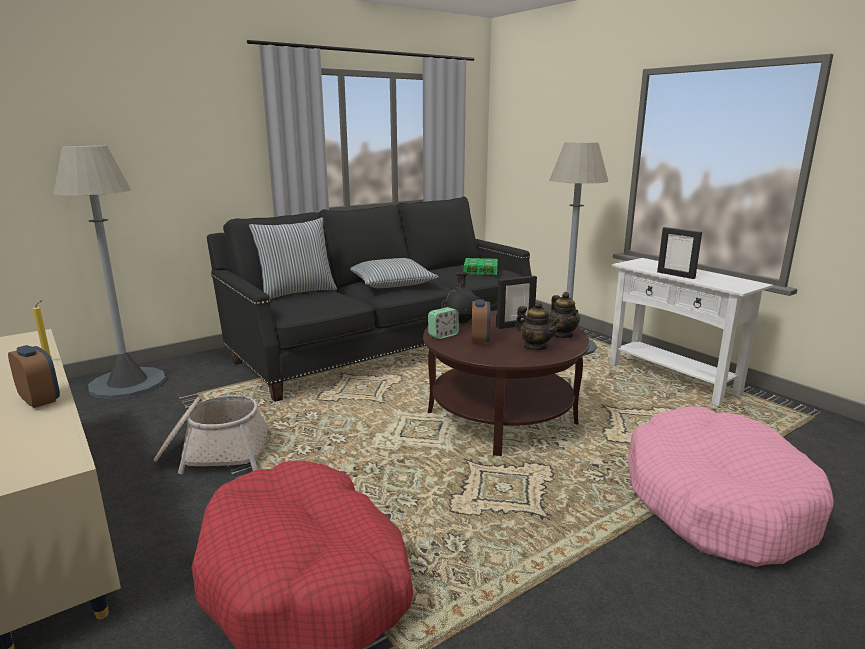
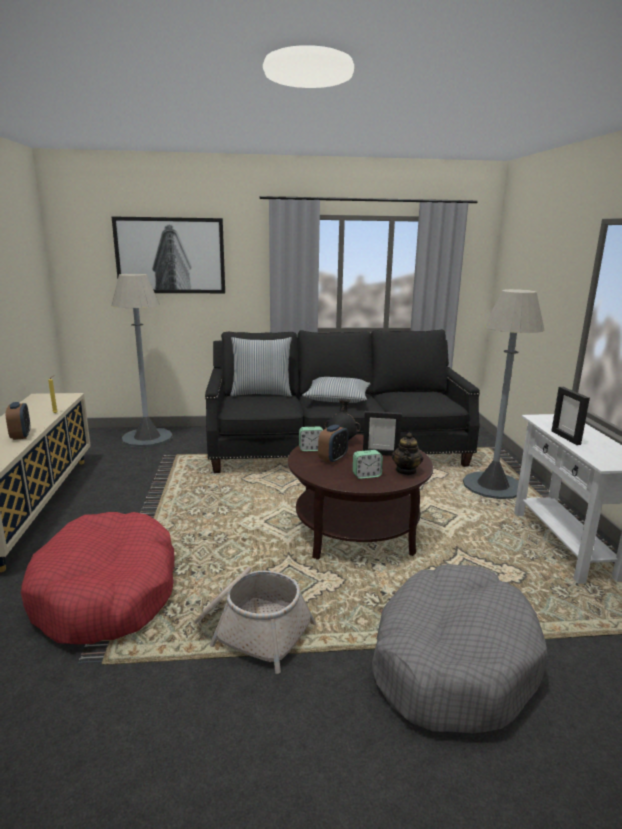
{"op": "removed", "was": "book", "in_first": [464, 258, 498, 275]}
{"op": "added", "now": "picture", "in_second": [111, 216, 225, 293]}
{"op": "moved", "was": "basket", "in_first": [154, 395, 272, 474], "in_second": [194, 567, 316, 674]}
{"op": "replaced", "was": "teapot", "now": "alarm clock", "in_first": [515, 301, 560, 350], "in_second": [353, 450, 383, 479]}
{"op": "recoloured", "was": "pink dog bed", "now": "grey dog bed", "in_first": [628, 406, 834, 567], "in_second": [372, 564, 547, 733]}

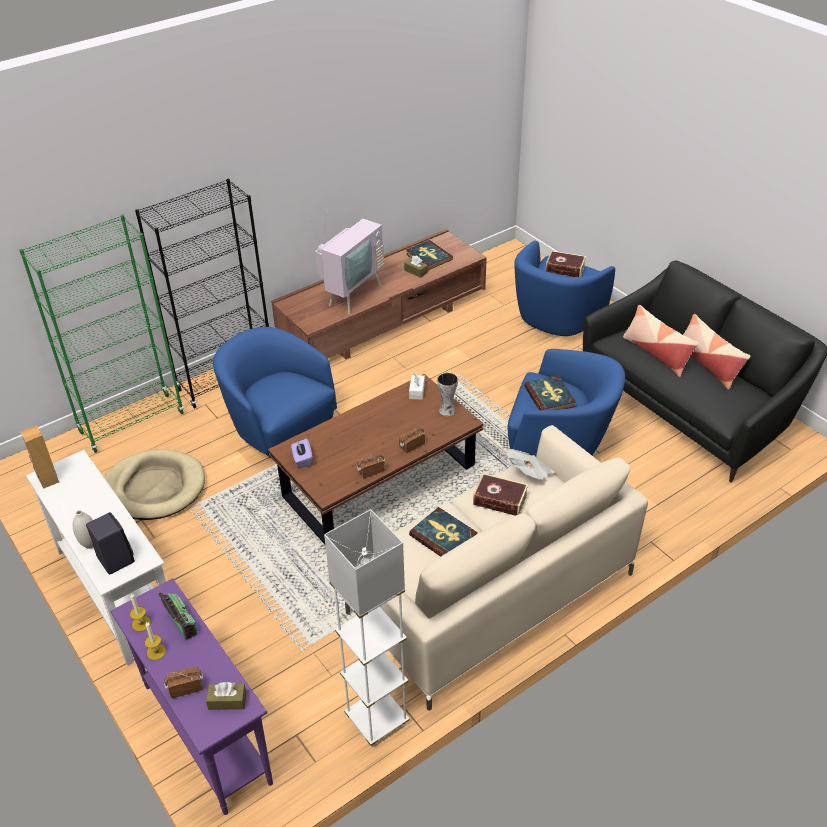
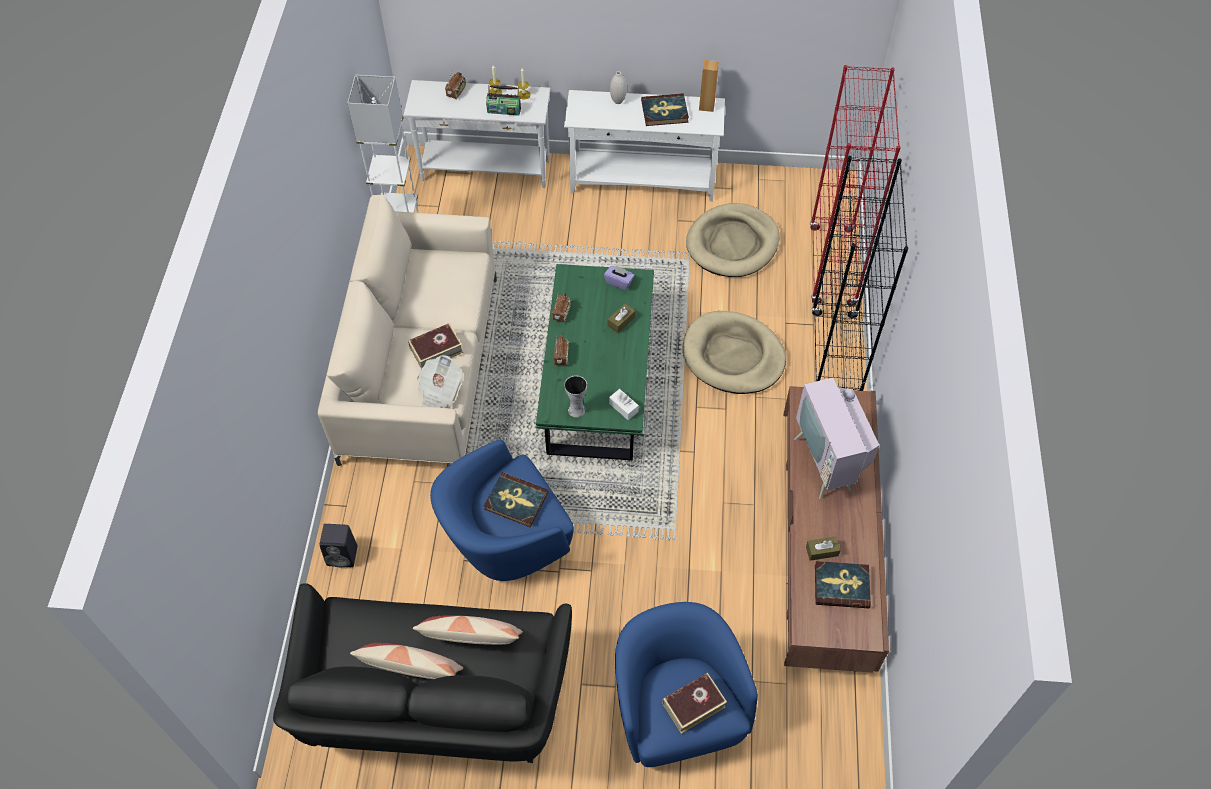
{"op": "moved", "was": "black speaker", "in_first": [86, 512, 135, 575], "in_second": [320, 524, 357, 567]}
{"op": "moved", "was": "brown tissue box", "in_first": [206, 682, 247, 710], "in_second": [608, 303, 635, 333]}
{"op": "moved", "was": "book", "in_first": [409, 507, 478, 557], "in_second": [641, 93, 689, 126]}
{"op": "replaced", "was": "blue armchair", "now": "beige dog bed", "in_first": [213, 327, 337, 458], "in_second": [682, 311, 786, 394]}
{"op": "recoloured", "was": "green bookcase", "now": "red bookcase", "in_first": [19, 215, 184, 453], "in_second": [810, 65, 901, 306]}
{"op": "recoloured", "was": "purple console table", "now": "white console table", "in_first": [110, 578, 273, 815], "in_second": [403, 80, 550, 188]}
{"op": "recoloured", "was": "brown coffee table", "now": "green coffee table", "in_first": [268, 374, 484, 544], "in_second": [536, 264, 654, 461]}

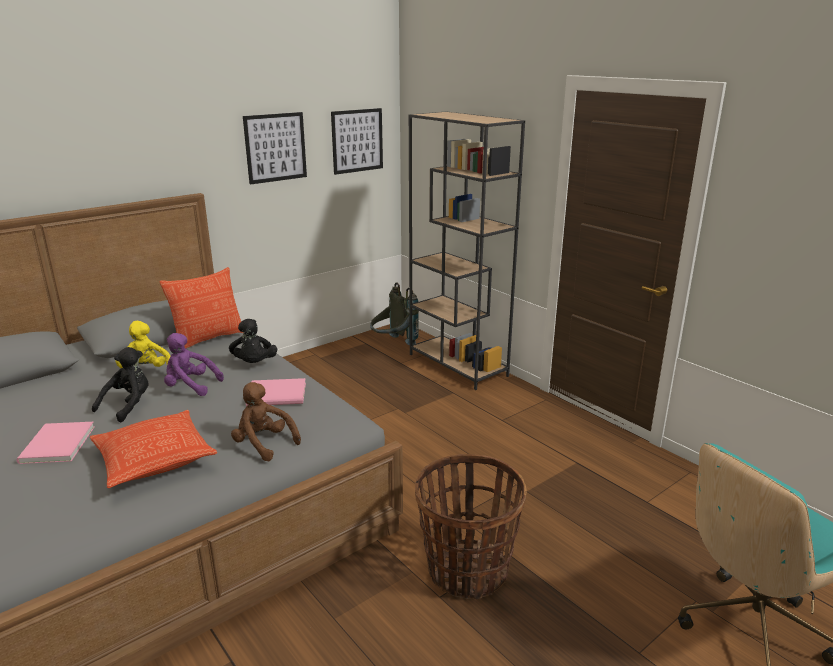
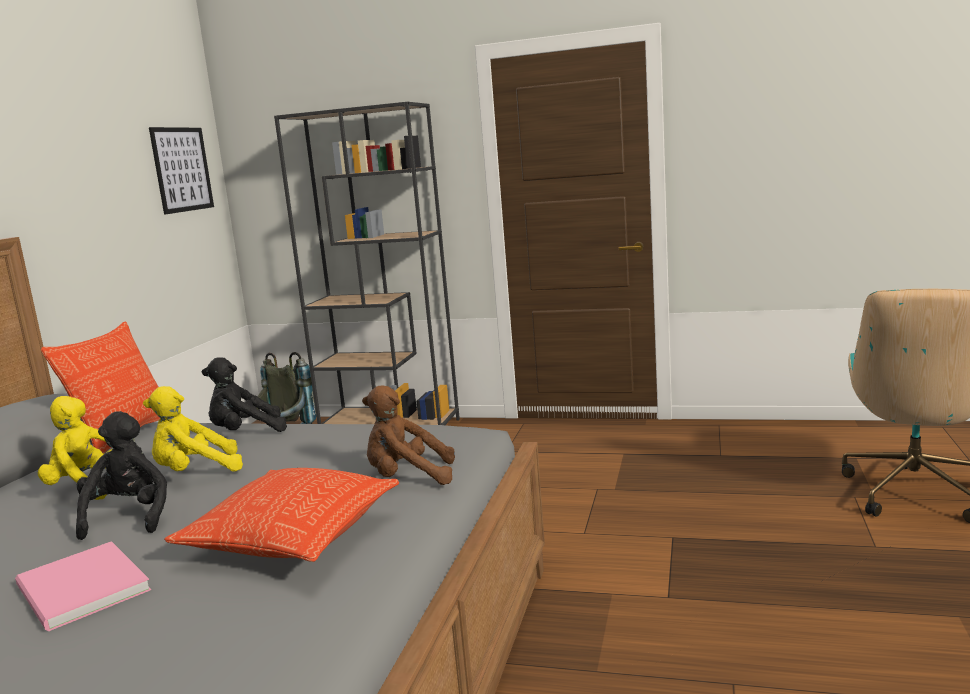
{"op": "removed", "was": "picture", "in_first": [243, 112, 307, 185]}
{"op": "removed", "was": "pink book", "in_first": [246, 378, 306, 406]}
{"op": "removed", "was": "basket", "in_first": [415, 454, 527, 600]}
{"op": "recoloured", "was": "purple plush toy", "now": "yellow plush toy", "in_first": [164, 333, 224, 396], "in_second": [143, 386, 243, 472]}
{"op": "turned", "was": "black plush toy", "in_first": [229, 319, 277, 363], "in_second": [202, 357, 287, 432], "clockwise": 120}

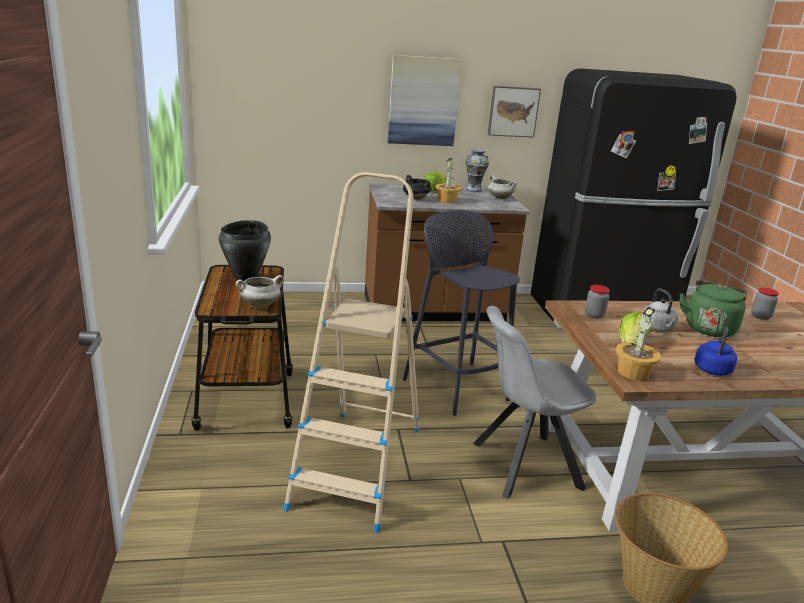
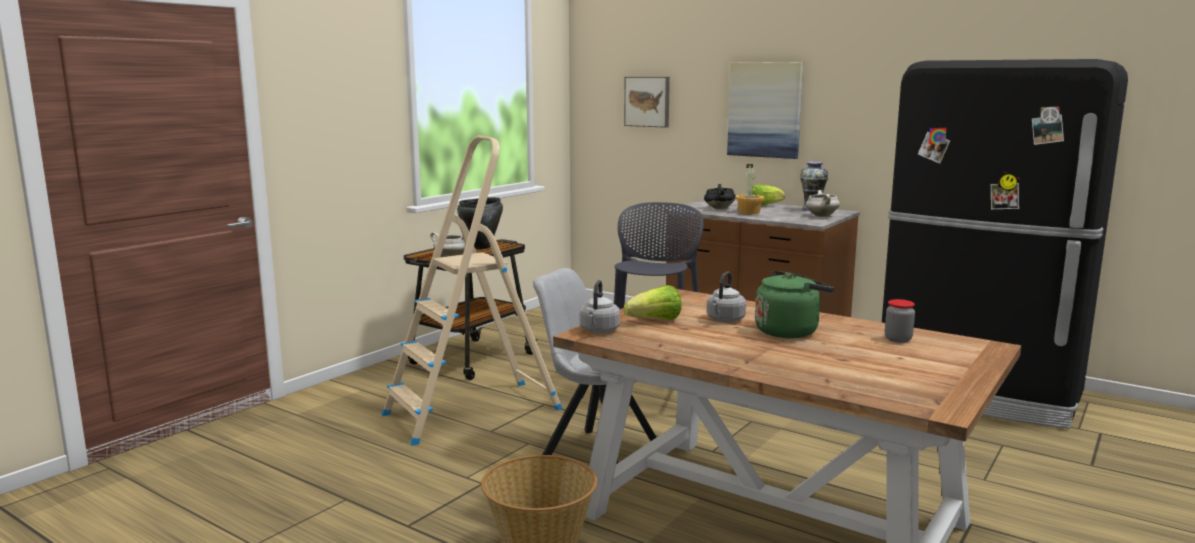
{"op": "removed", "was": "jar", "in_first": [585, 285, 610, 318]}
{"op": "removed", "was": "blue kettle", "in_first": [694, 327, 737, 376]}
{"op": "moved", "was": "picture", "in_first": [488, 86, 541, 138], "in_second": [624, 77, 670, 128]}
{"op": "replaced", "was": "potted plant", "now": "grey kettle", "in_first": [616, 307, 661, 381], "in_second": [580, 280, 620, 333]}

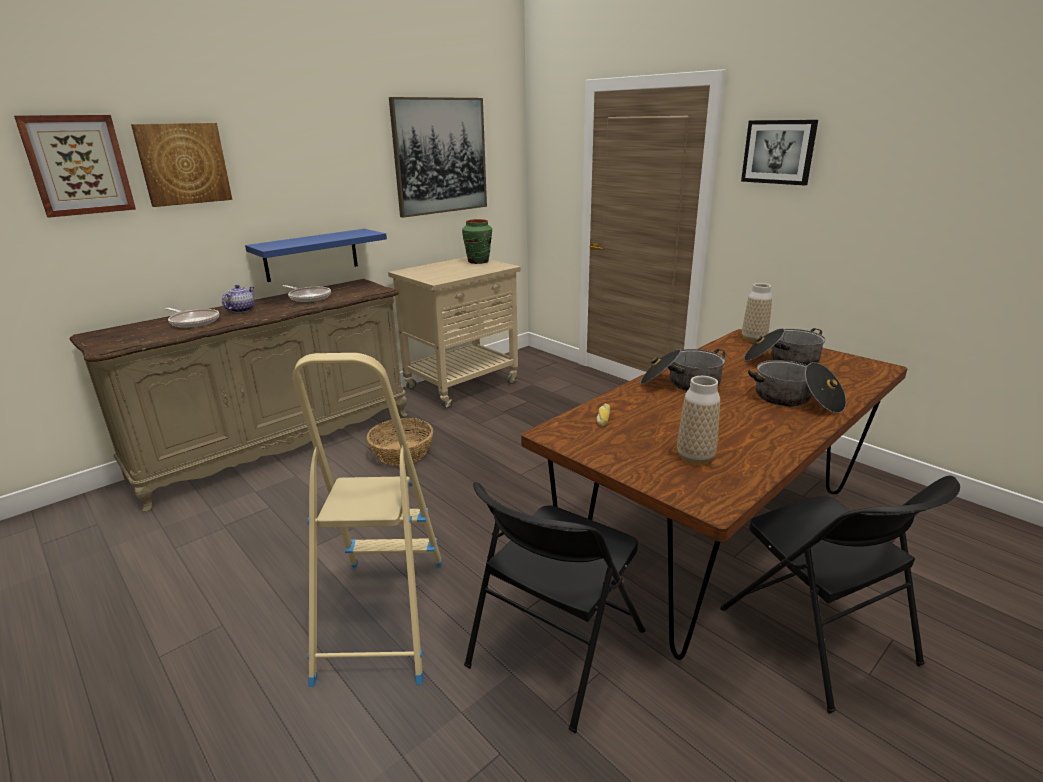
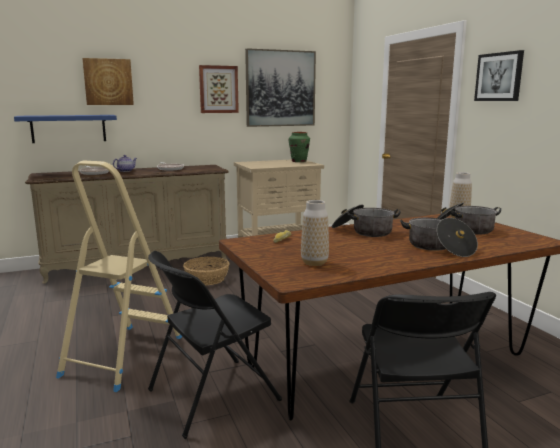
{"op": "moved", "was": "picture", "in_first": [14, 115, 136, 218], "in_second": [199, 65, 239, 113]}
{"op": "moved", "was": "blue shelf", "in_first": [245, 229, 387, 282], "in_second": [14, 115, 117, 143]}

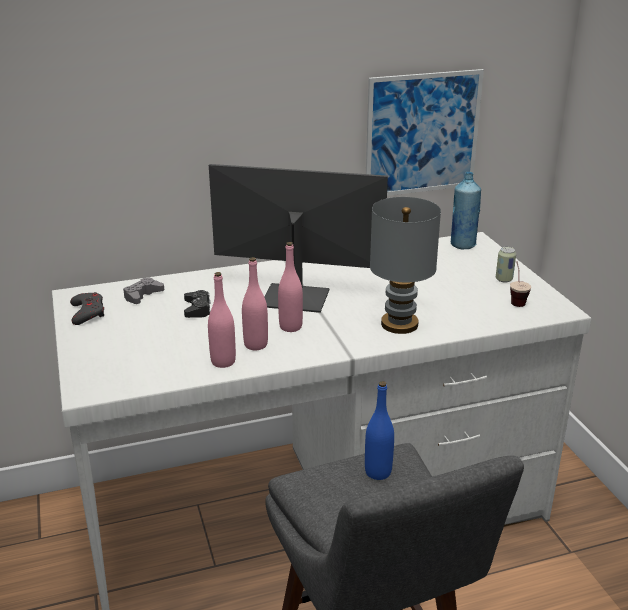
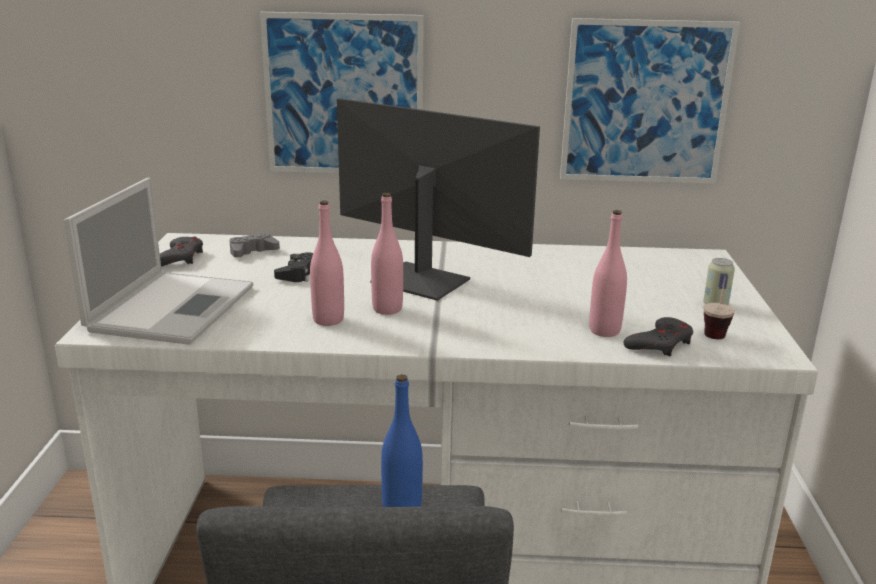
{"op": "removed", "was": "grey table lamp", "in_first": [370, 197, 441, 334]}
{"op": "removed", "was": "blue bottle", "in_first": [451, 172, 481, 249]}
{"op": "added", "now": "laptop", "in_second": [64, 178, 253, 345]}
{"op": "added", "now": "picture", "in_second": [260, 12, 424, 173]}
{"op": "added", "now": "grey game controller", "in_second": [623, 317, 693, 357]}
{"op": "moved", "was": "pink bottle", "in_first": [208, 272, 236, 368], "in_second": [589, 210, 627, 337]}

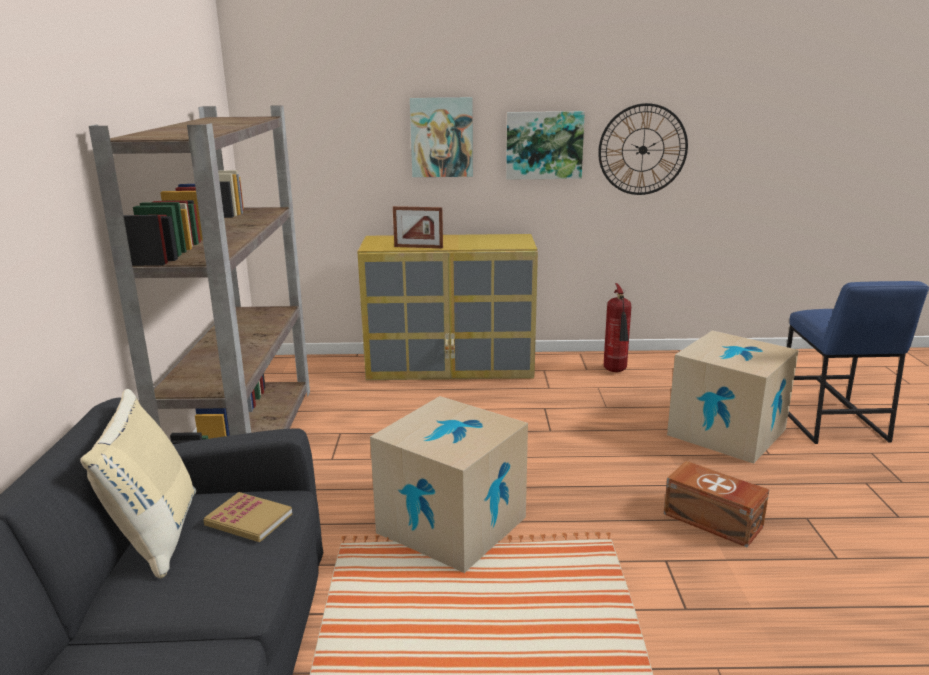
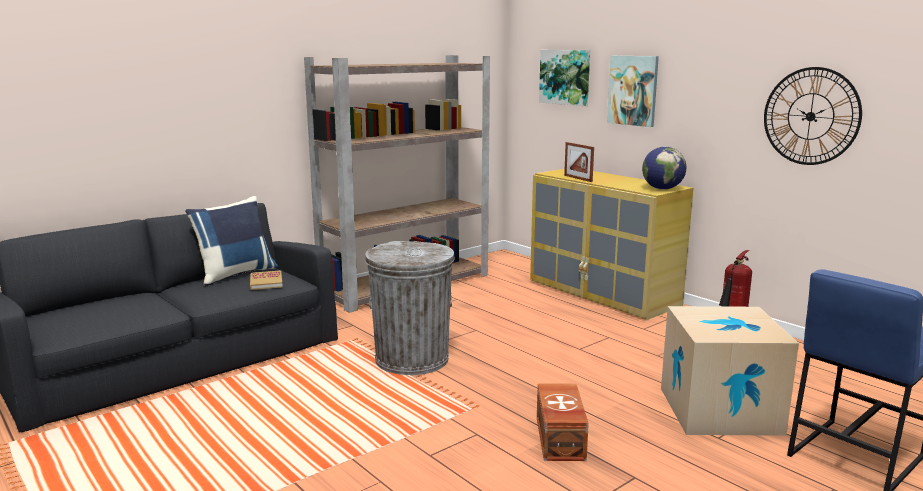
{"op": "added", "now": "globe", "in_second": [642, 147, 686, 190]}
{"op": "moved", "was": "picture", "in_first": [506, 111, 585, 180], "in_second": [539, 50, 590, 106]}
{"op": "replaced", "was": "cardboard box", "now": "grey trash can", "in_first": [370, 396, 528, 573], "in_second": [365, 241, 455, 375]}
{"op": "recoloured", "was": "beige pillow", "now": "blue pillow", "in_first": [80, 389, 196, 579], "in_second": [185, 196, 278, 286]}

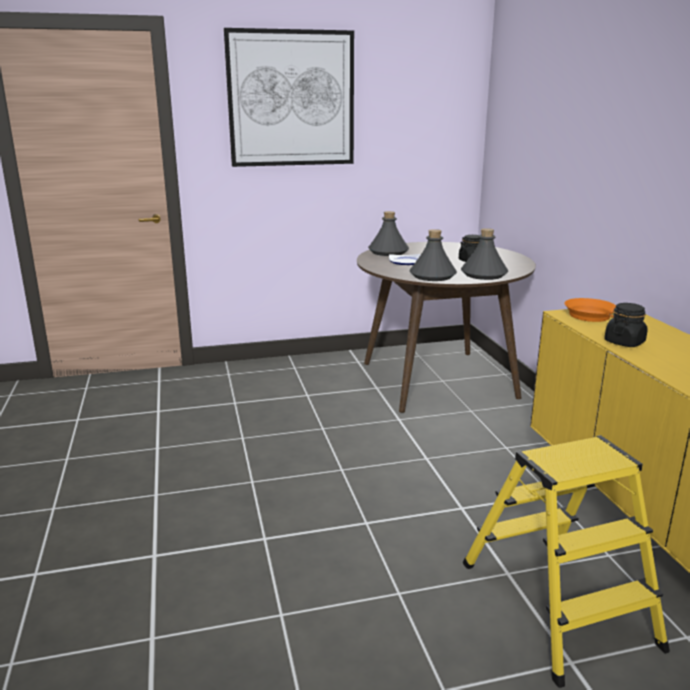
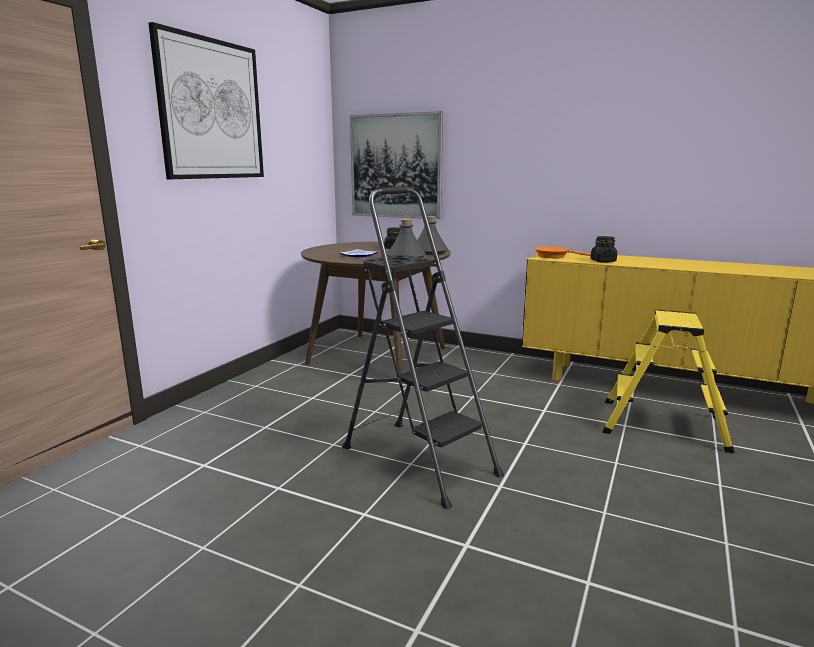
{"op": "removed", "was": "grey bottle", "in_first": [368, 211, 409, 256]}
{"op": "added", "now": "step ladder", "in_second": [342, 187, 504, 509]}
{"op": "added", "now": "picture", "in_second": [350, 111, 443, 219]}

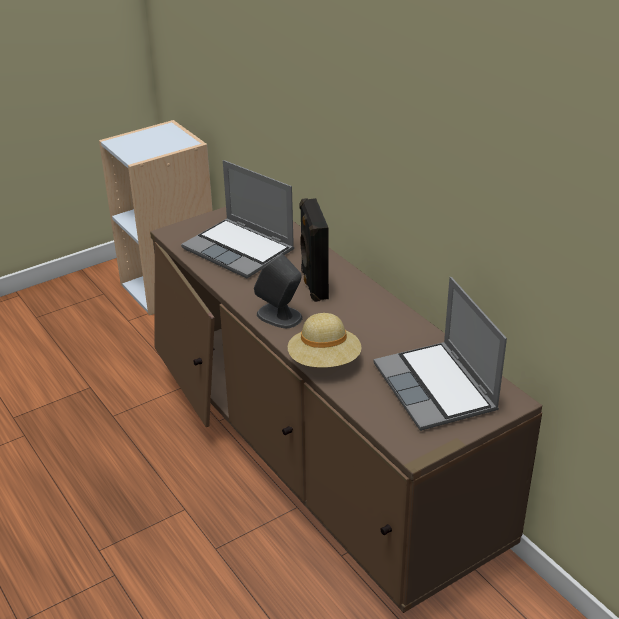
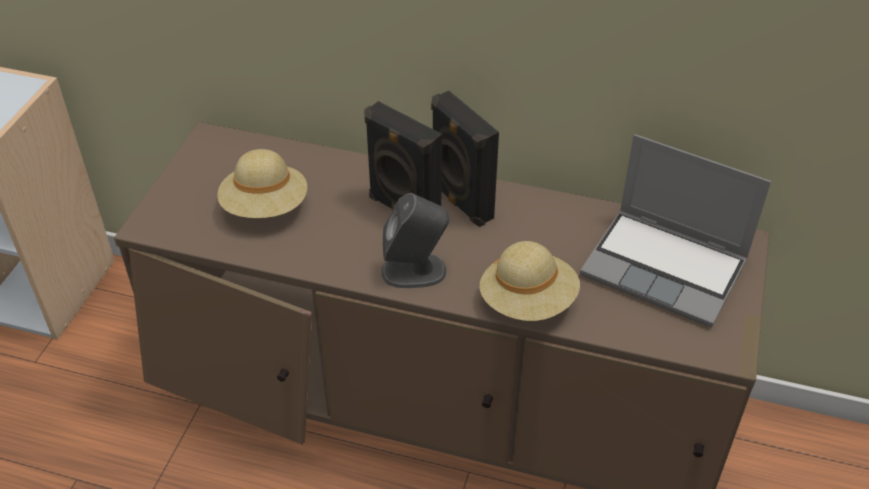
{"op": "added", "now": "black speaker", "in_second": [431, 91, 499, 227]}
{"op": "replaced", "was": "laptop", "now": "beige hat", "in_first": [181, 160, 294, 278], "in_second": [217, 149, 307, 218]}

